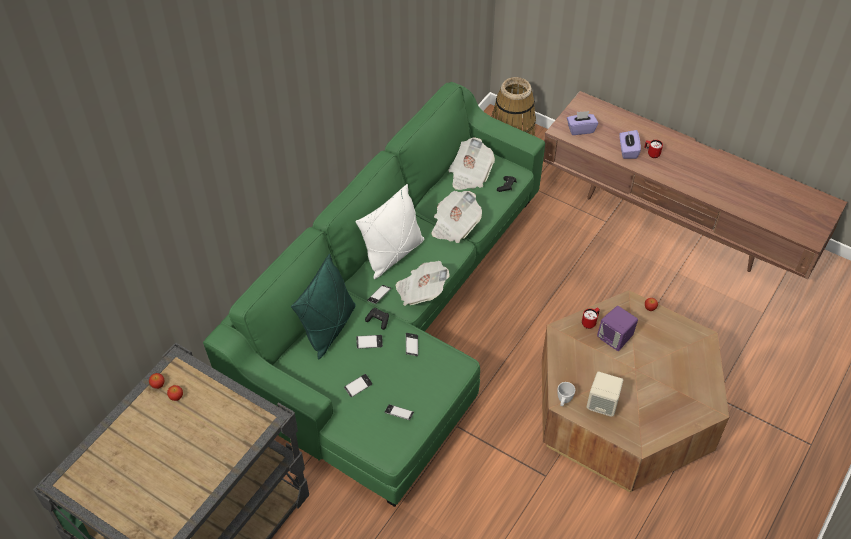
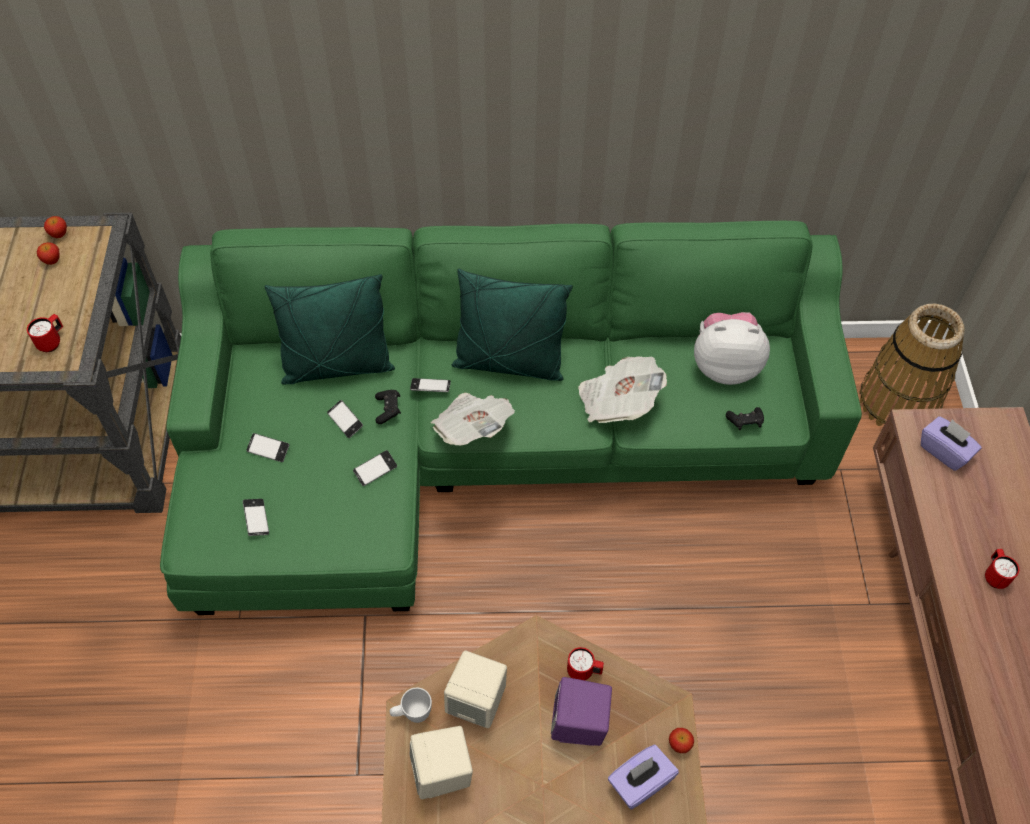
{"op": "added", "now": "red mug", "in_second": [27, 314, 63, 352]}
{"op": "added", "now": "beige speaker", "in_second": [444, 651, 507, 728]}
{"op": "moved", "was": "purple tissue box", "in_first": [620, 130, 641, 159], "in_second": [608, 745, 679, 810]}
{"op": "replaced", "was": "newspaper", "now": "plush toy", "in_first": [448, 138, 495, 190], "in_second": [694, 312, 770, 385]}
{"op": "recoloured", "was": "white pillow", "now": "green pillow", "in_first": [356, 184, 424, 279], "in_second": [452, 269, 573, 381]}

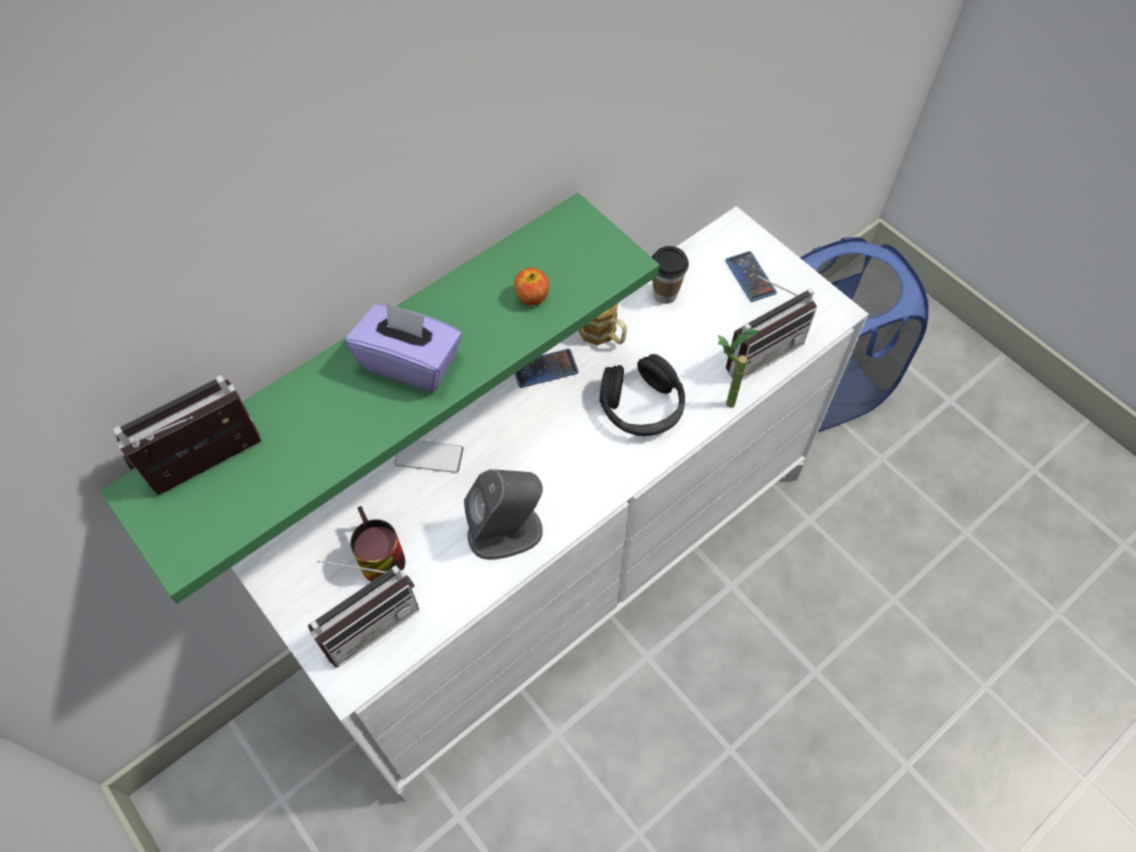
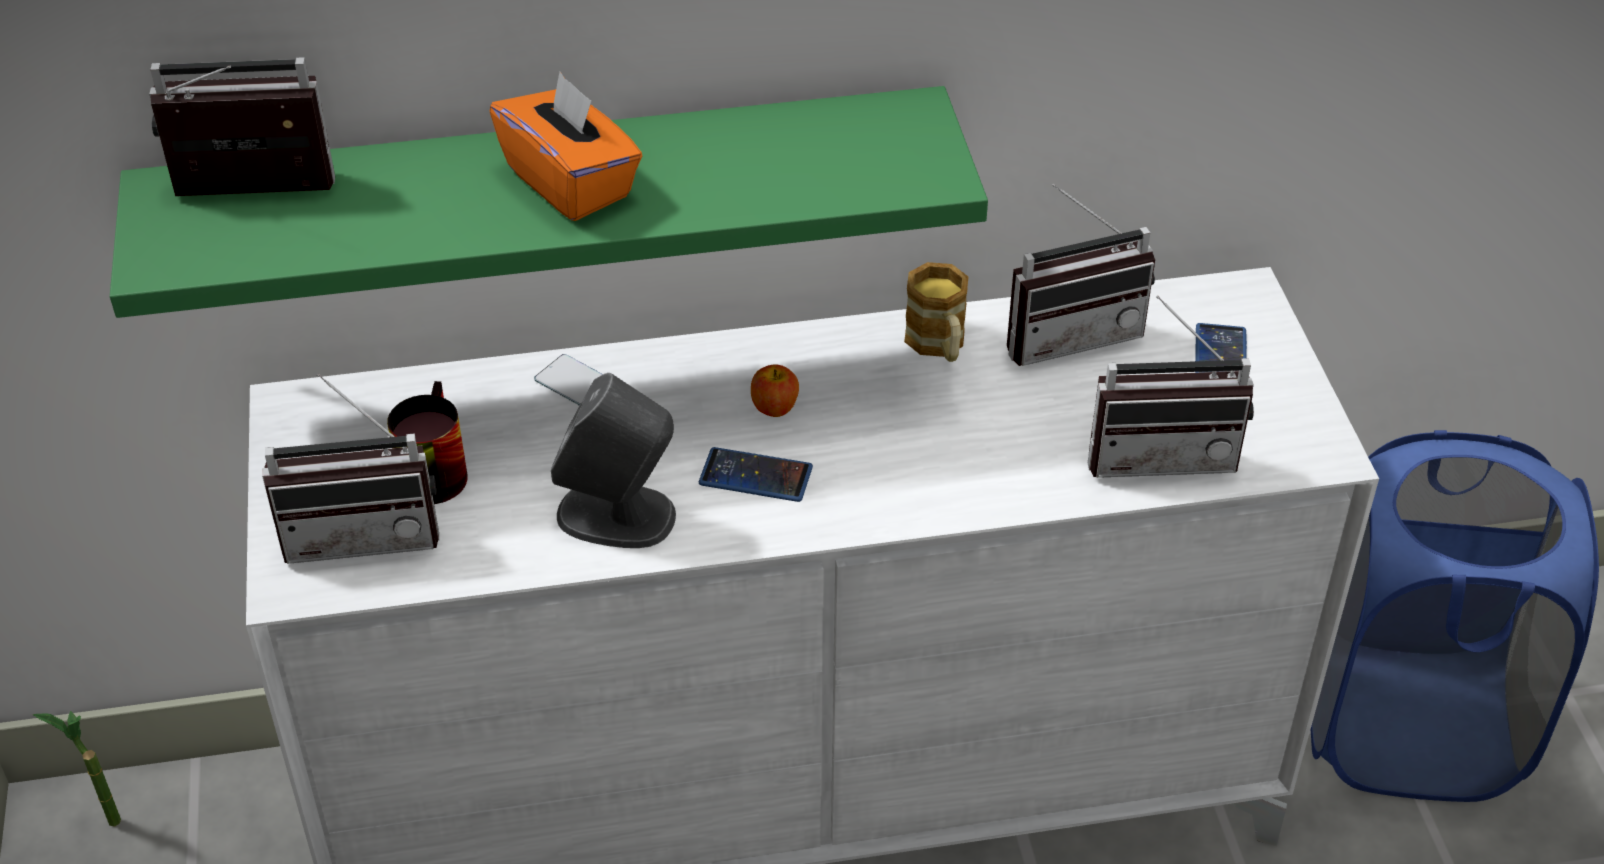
{"op": "removed", "was": "black headphones", "in_first": [600, 354, 685, 436]}
{"op": "moved", "was": "apple", "in_first": [514, 268, 549, 305], "in_second": [751, 365, 799, 417]}
{"op": "moved", "was": "phone", "in_first": [515, 349, 579, 388], "in_second": [699, 447, 813, 502]}
{"op": "moved", "was": "potted plant", "in_first": [718, 330, 759, 408], "in_second": [33, 711, 121, 827]}
{"op": "replaced", "was": "cup", "now": "radio", "in_first": [652, 246, 689, 304], "in_second": [1007, 184, 1155, 366]}
{"op": "recoloured", "was": "purple tissue box", "now": "orange tissue box", "in_first": [346, 302, 462, 392], "in_second": [490, 72, 642, 221]}

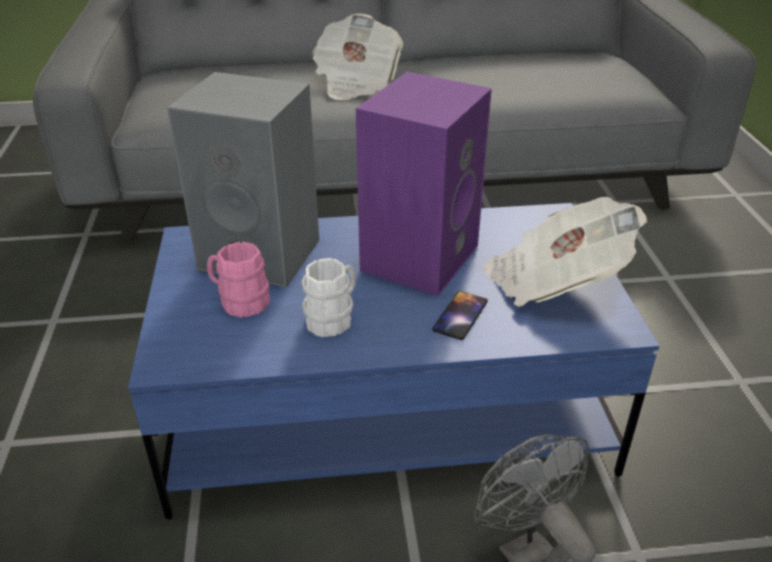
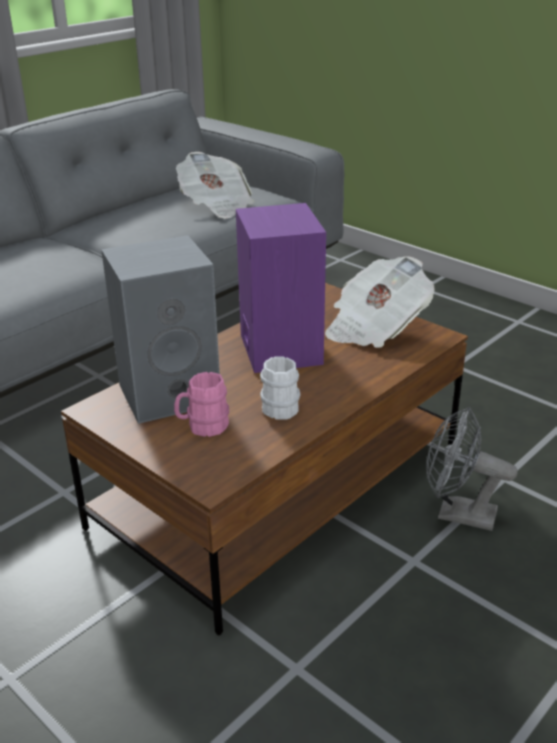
{"op": "removed", "was": "phone", "in_first": [432, 291, 488, 340]}
{"op": "moved", "was": "newspaper", "in_first": [312, 13, 403, 100], "in_second": [176, 152, 255, 219]}
{"op": "recoloured", "was": "blue coffee table", "now": "brown coffee table", "in_first": [128, 203, 659, 520], "in_second": [61, 283, 468, 635]}

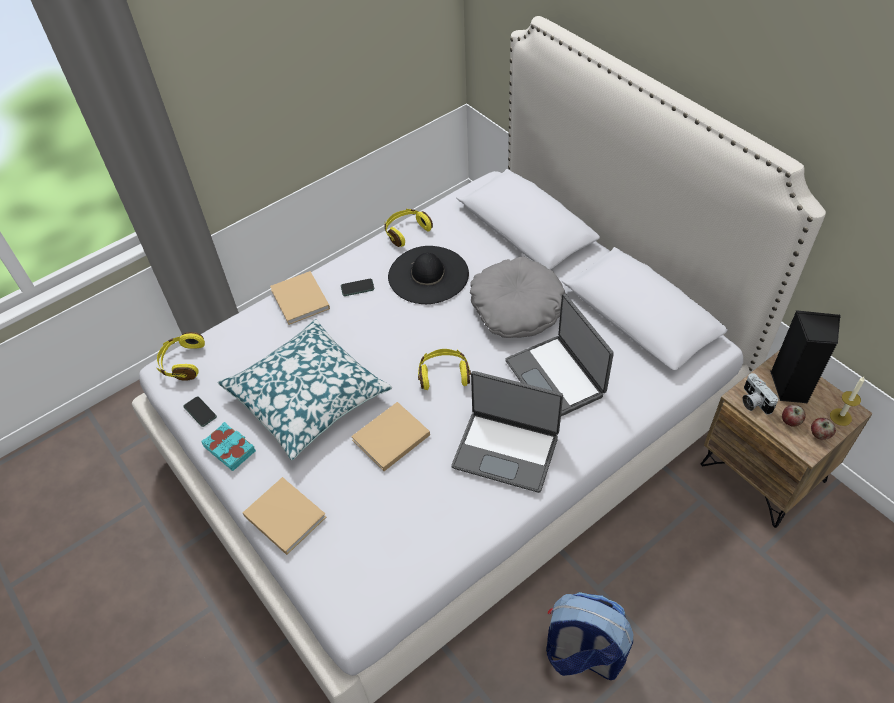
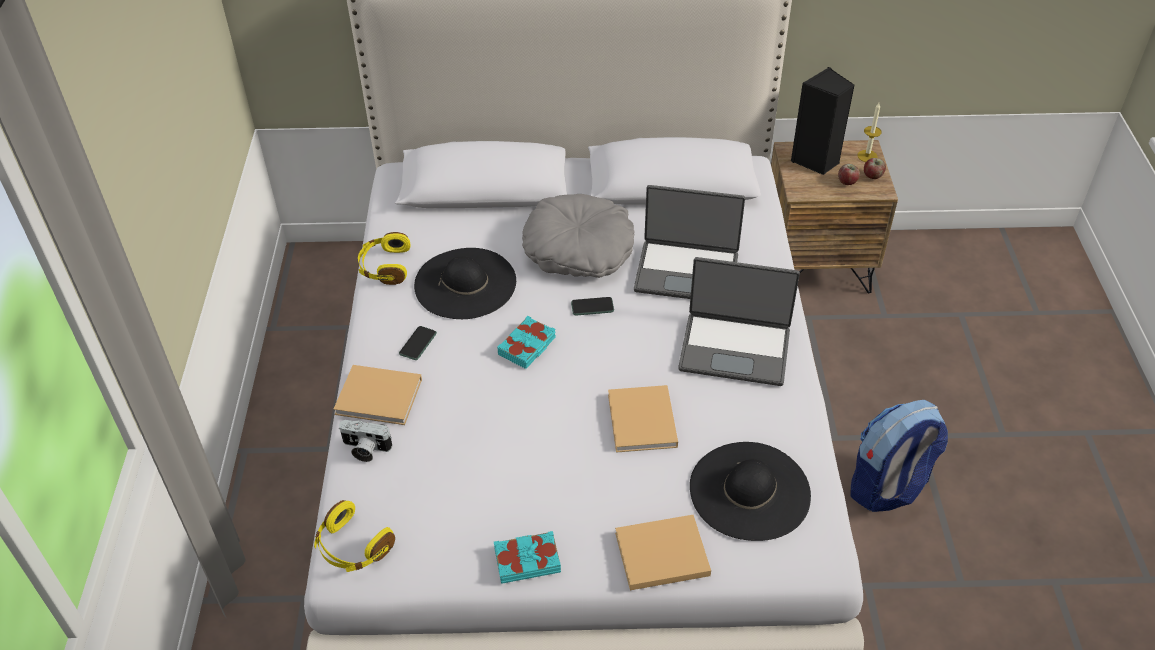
{"op": "removed", "was": "pillow", "in_first": [218, 319, 392, 461]}
{"op": "removed", "was": "yellow headphones", "in_first": [418, 349, 471, 390]}
{"op": "added", "now": "turquoise book", "in_second": [497, 316, 556, 369]}
{"op": "added", "now": "black hat", "in_second": [690, 442, 811, 541]}
{"op": "moved", "was": "phone", "in_first": [183, 396, 217, 427], "in_second": [571, 297, 614, 316]}
{"op": "moved", "was": "photo camera", "in_first": [742, 373, 778, 415], "in_second": [339, 420, 392, 462]}
{"op": "turned", "was": "laptop", "in_first": [451, 371, 563, 493], "in_second": [678, 257, 800, 386], "clockwise": 45}

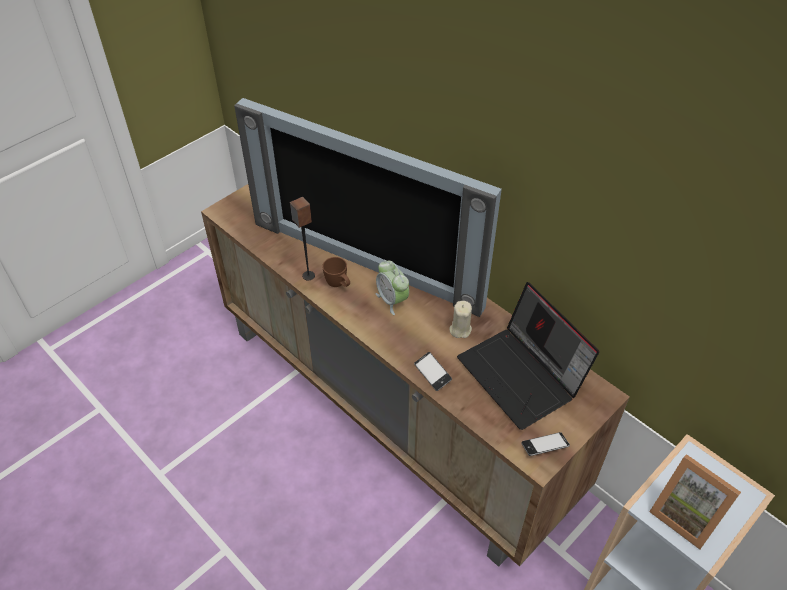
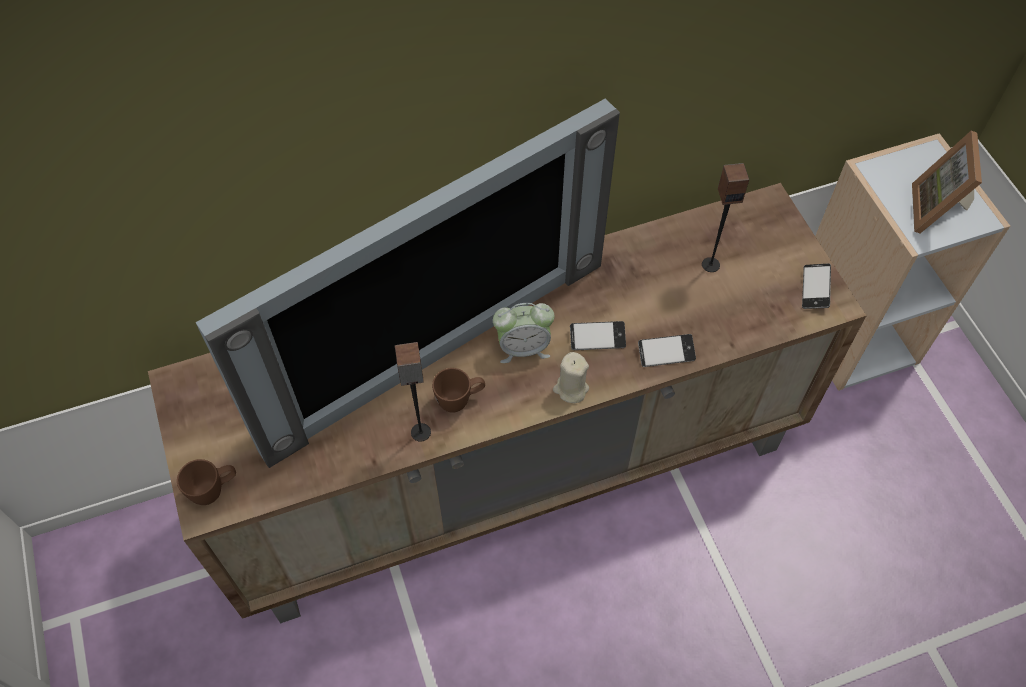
{"op": "added", "now": "brown mug", "in_second": [177, 459, 236, 505]}
{"op": "added", "now": "phone", "in_second": [570, 321, 626, 350]}
{"op": "moved", "was": "beige candle", "in_first": [450, 301, 472, 338], "in_second": [553, 352, 589, 403]}
{"op": "replaced", "was": "laptop", "now": "speaker", "in_first": [457, 282, 599, 430], "in_second": [702, 163, 749, 272]}
{"op": "turned", "was": "picture frame", "in_first": [649, 454, 741, 550], "in_second": [912, 131, 982, 233], "clockwise": 120}

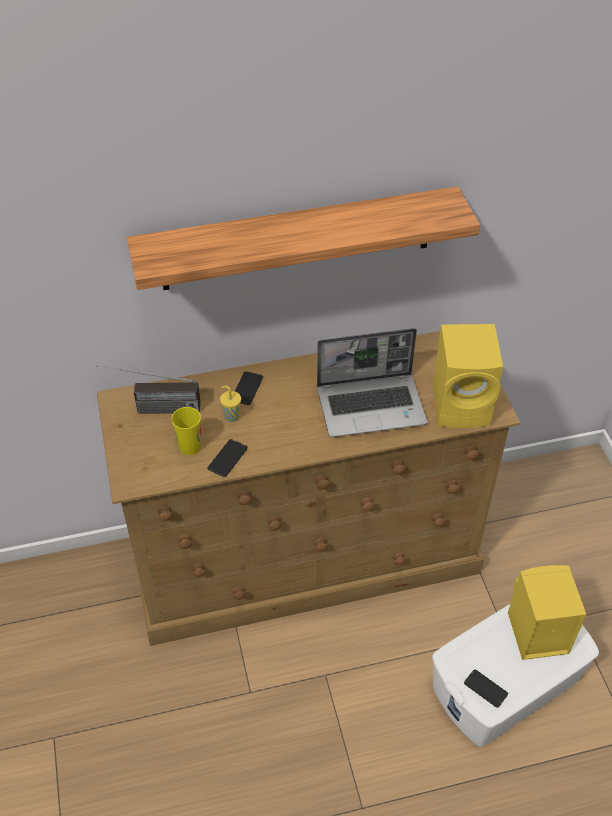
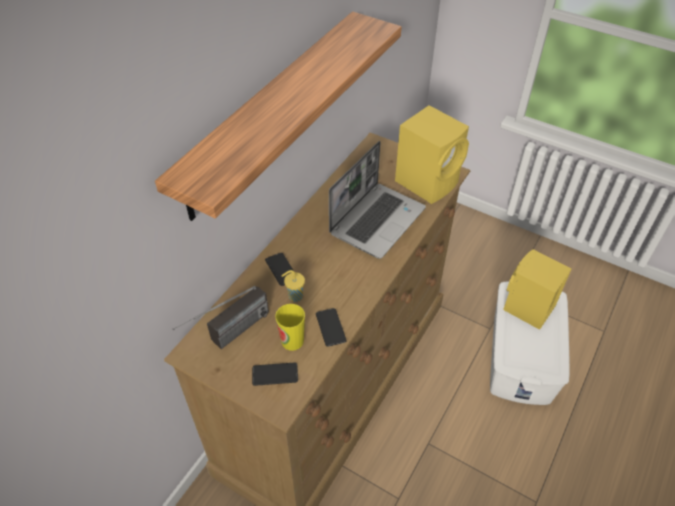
{"op": "moved", "was": "phone", "in_first": [464, 670, 508, 708], "in_second": [252, 363, 298, 386]}

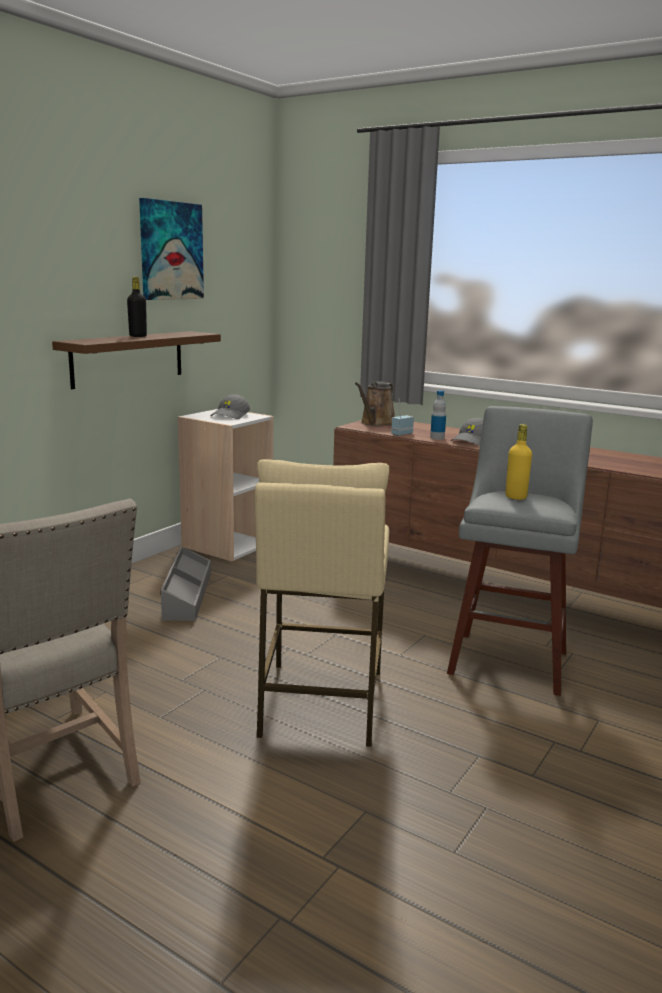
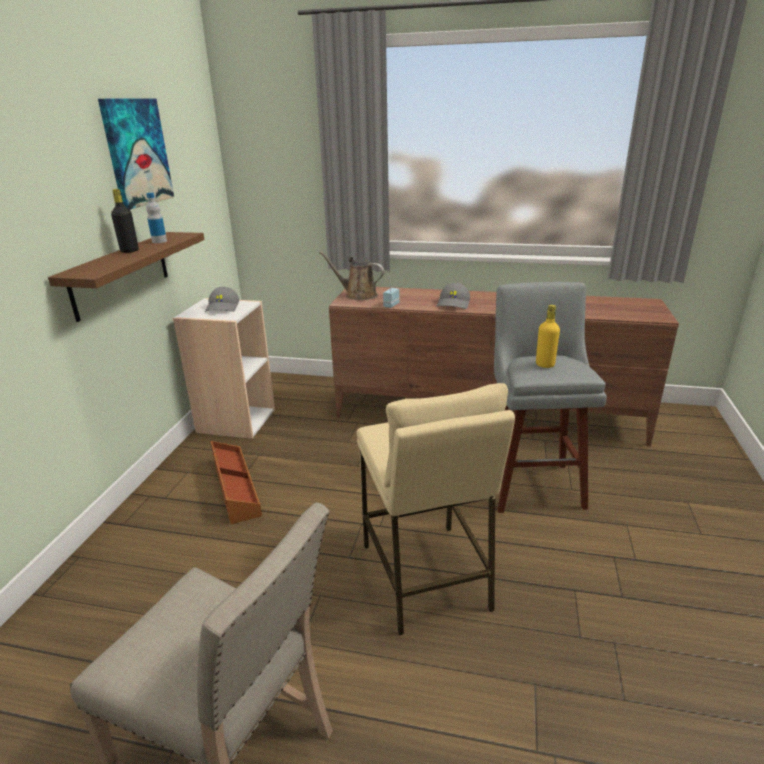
{"op": "moved", "was": "bottle", "in_first": [430, 390, 446, 440], "in_second": [146, 193, 167, 243]}
{"op": "recoloured", "was": "grey storage box", "now": "brown storage box", "in_first": [160, 546, 211, 621], "in_second": [210, 441, 262, 524]}
{"op": "turned", "was": "brown watering can", "in_first": [355, 381, 395, 426], "in_second": [319, 252, 384, 300], "clockwise": 105}

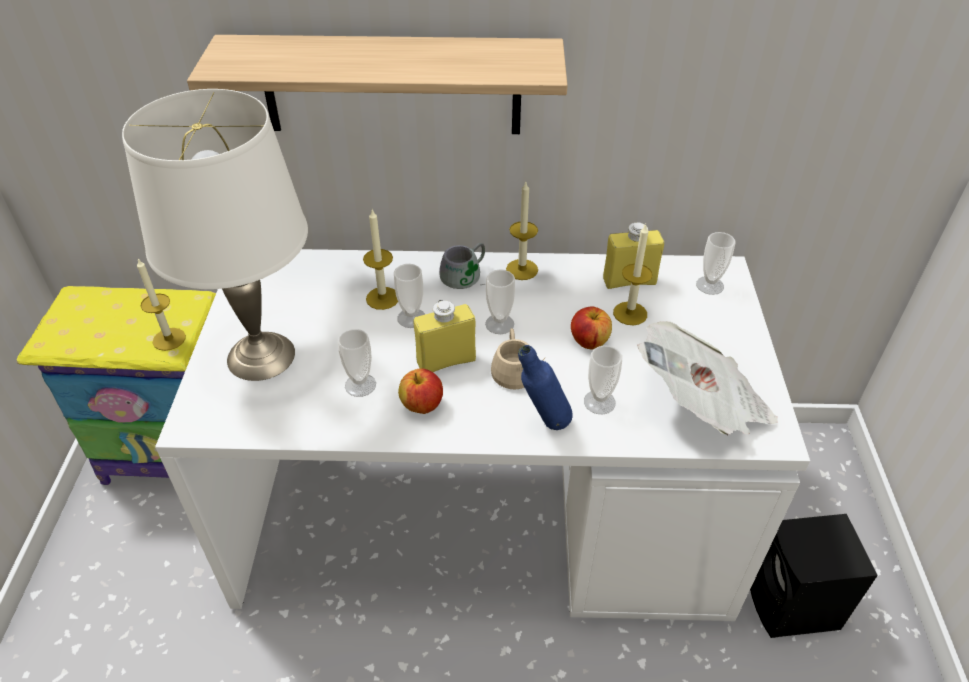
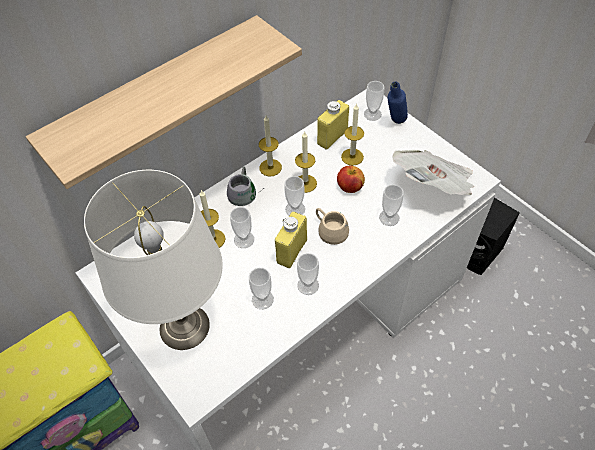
{"op": "moved", "was": "candle", "in_first": [137, 259, 186, 351], "in_second": [295, 132, 317, 193]}
{"op": "moved", "was": "blue bottle", "in_first": [518, 345, 573, 430], "in_second": [387, 81, 408, 124]}
{"op": "replaced", "was": "apple", "now": "cup", "in_first": [398, 368, 443, 414], "in_second": [297, 253, 319, 295]}

